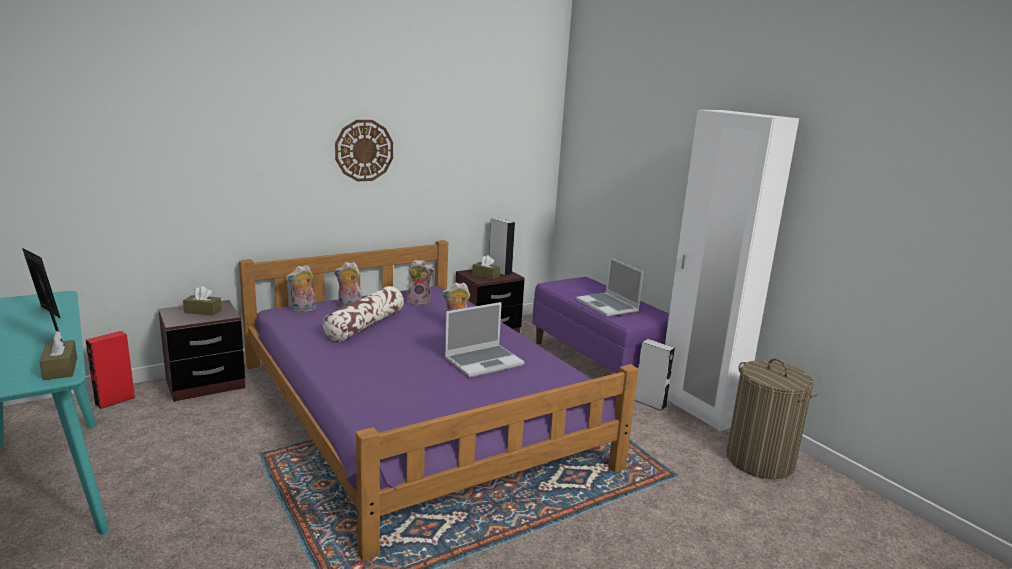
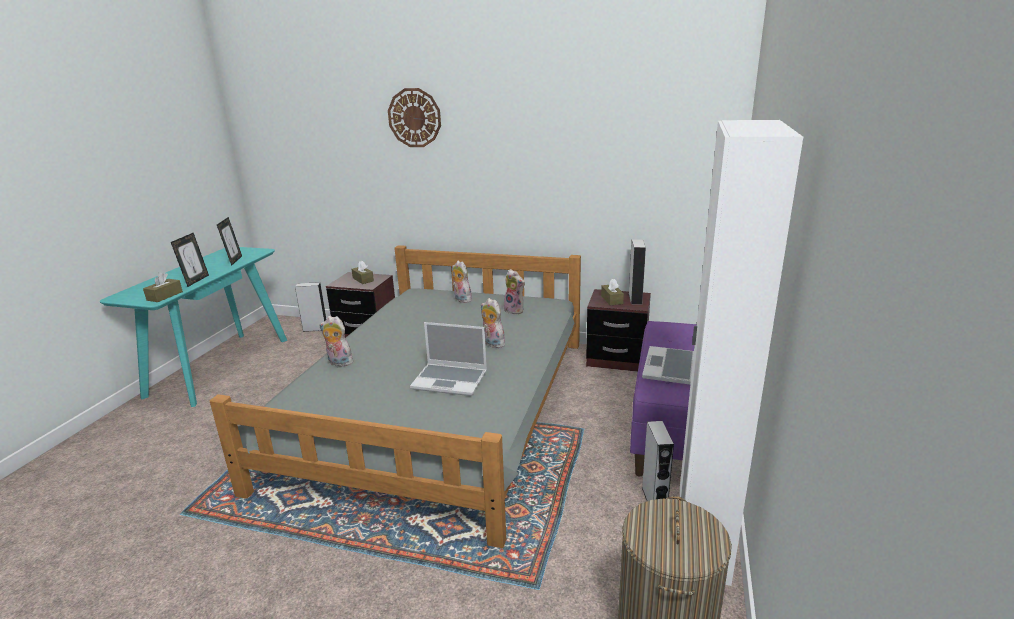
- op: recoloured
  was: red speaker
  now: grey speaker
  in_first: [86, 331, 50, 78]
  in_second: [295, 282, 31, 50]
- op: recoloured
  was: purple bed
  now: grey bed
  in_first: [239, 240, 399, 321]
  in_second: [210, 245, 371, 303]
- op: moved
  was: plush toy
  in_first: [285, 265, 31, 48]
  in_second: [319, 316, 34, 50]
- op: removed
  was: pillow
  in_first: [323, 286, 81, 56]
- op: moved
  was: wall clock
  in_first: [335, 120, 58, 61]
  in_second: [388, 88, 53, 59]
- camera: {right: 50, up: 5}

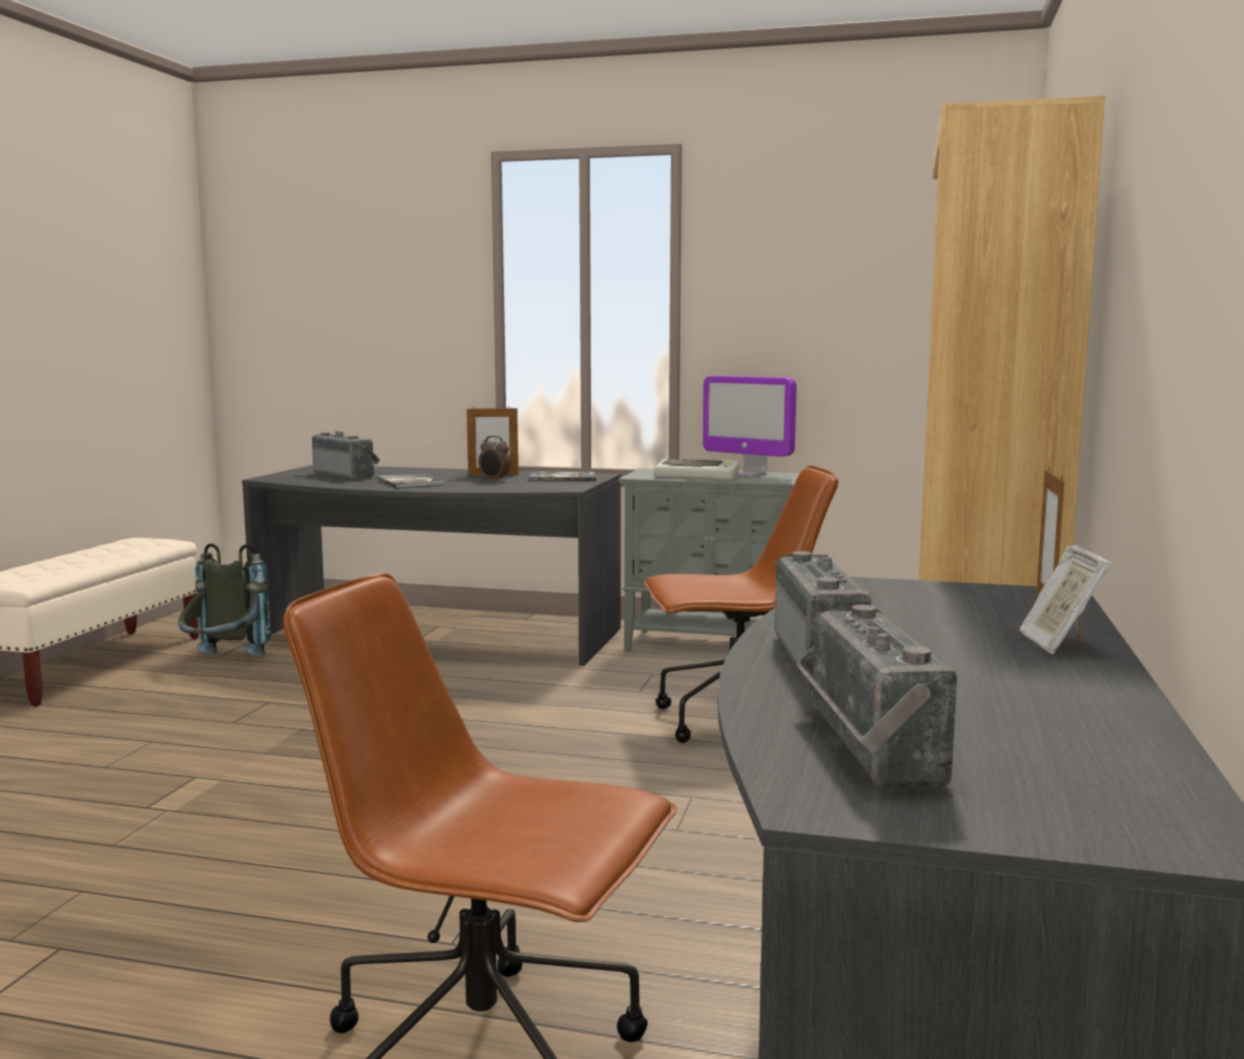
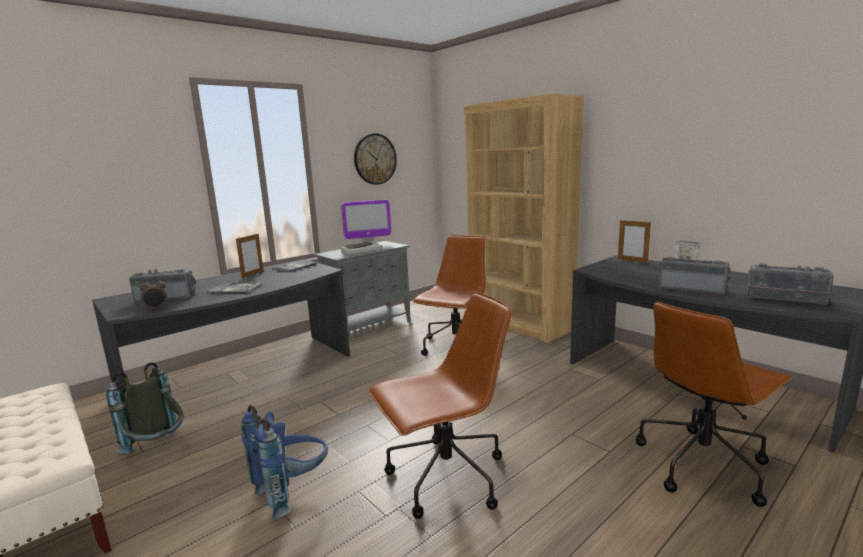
- op: moved
  was: alarm clock
  in_first: [478, 436, 33, 46]
  in_second: [139, 278, 28, 33]
- op: added
  now: blue backpack
  in_second: [241, 405, 87, 114]
- op: added
  now: wall clock
  in_second: [354, 133, 43, 52]
- op: added
  now: brown office chair
  in_second: [368, 293, 144, 226]
- camera: {right: -55, up: 5}

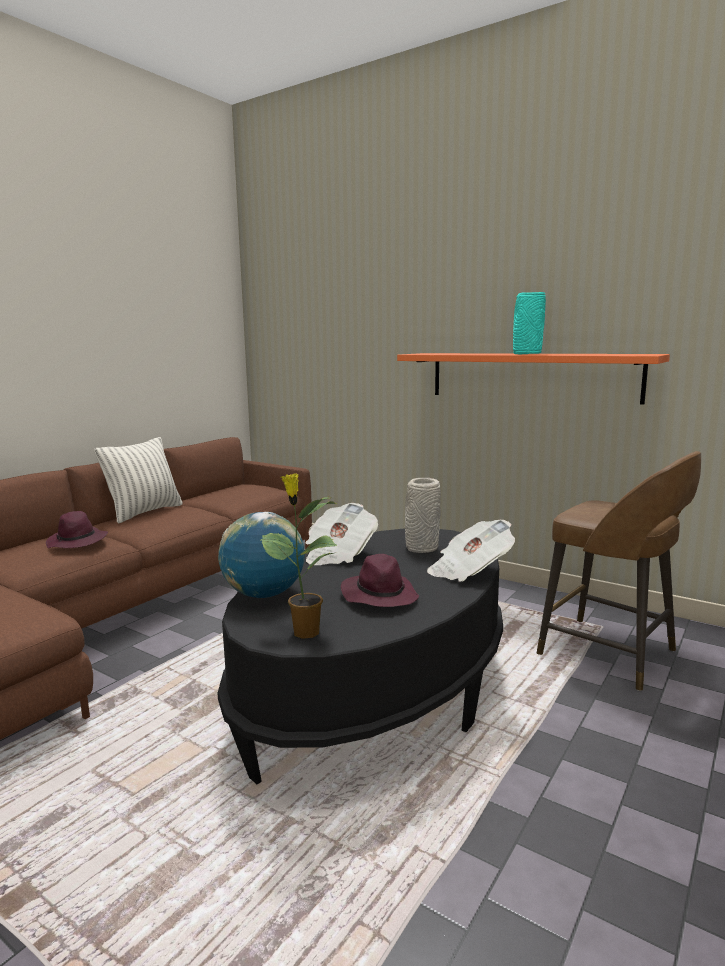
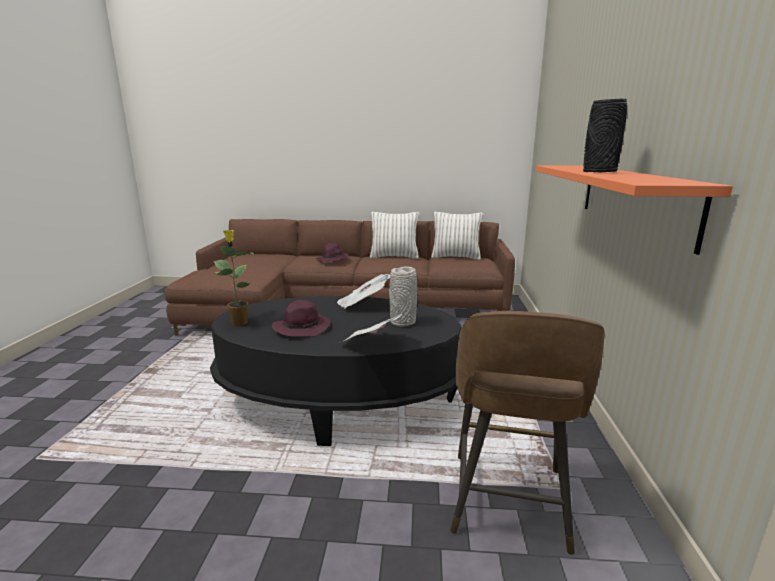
- op: removed
  was: globe
  in_first: [218, 512, 87, 86]
- op: recoloured
  was: turquoise vase
  now: black vase
  in_first: [513, 292, 33, 62]
  in_second: [583, 99, 44, 73]
- op: added
  now: pillow
  in_second: [431, 212, 52, 48]
- camera: {right: 60, up: 5}

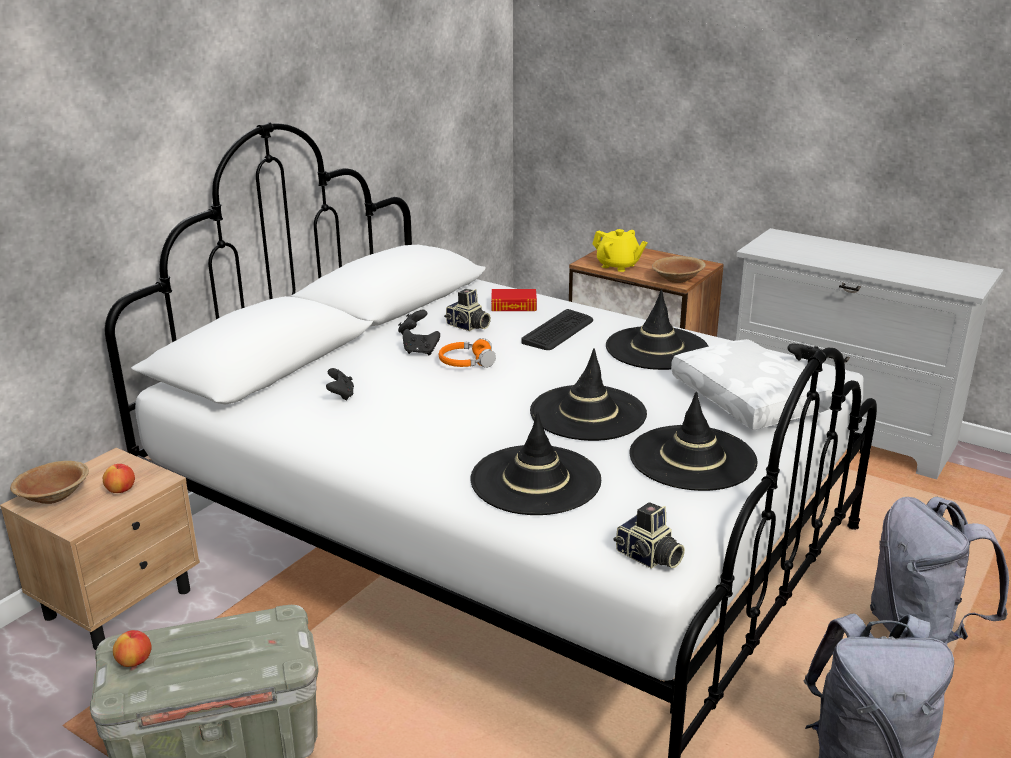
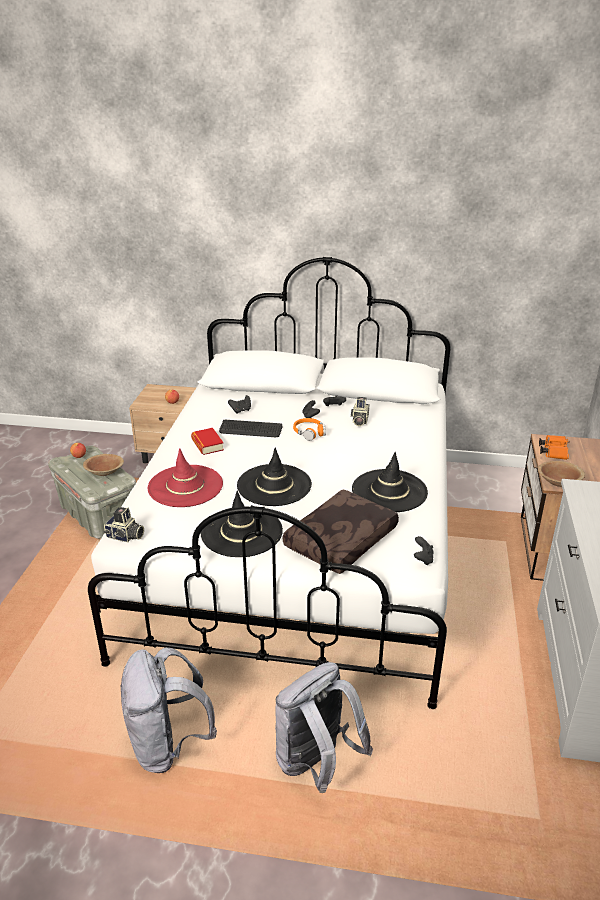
- op: moved
  was: brown bowl
  in_first: [10, 461, 79, 43]
  in_second: [83, 454, 41, 22]
- op: recoloured
  was: black hat
  now: red hat
  in_first: [471, 412, 130, 103]
  in_second: [148, 448, 75, 59]
- op: moved
  was: book
  in_first: [491, 289, 46, 22]
  in_second: [191, 428, 33, 27]
- op: moved
  was: keyboard
  in_first: [521, 309, 72, 41]
  in_second: [219, 420, 63, 17]
- op: replaced
  was: yellow teapot
  now: orange binoculars
  in_first: [592, 229, 56, 43]
  in_second: [539, 435, 31, 25]
- op: turned
  was: photo camera
  in_first: [614, 502, 71, 66]
  in_second: [103, 507, 41, 35]
  clockwise: -90
- op: recoloured
  was: white pillow
  now: brown pillow
  in_first: [671, 339, 163, 91]
  in_second: [283, 489, 116, 85]
- camera: {right: 65, up: 5}

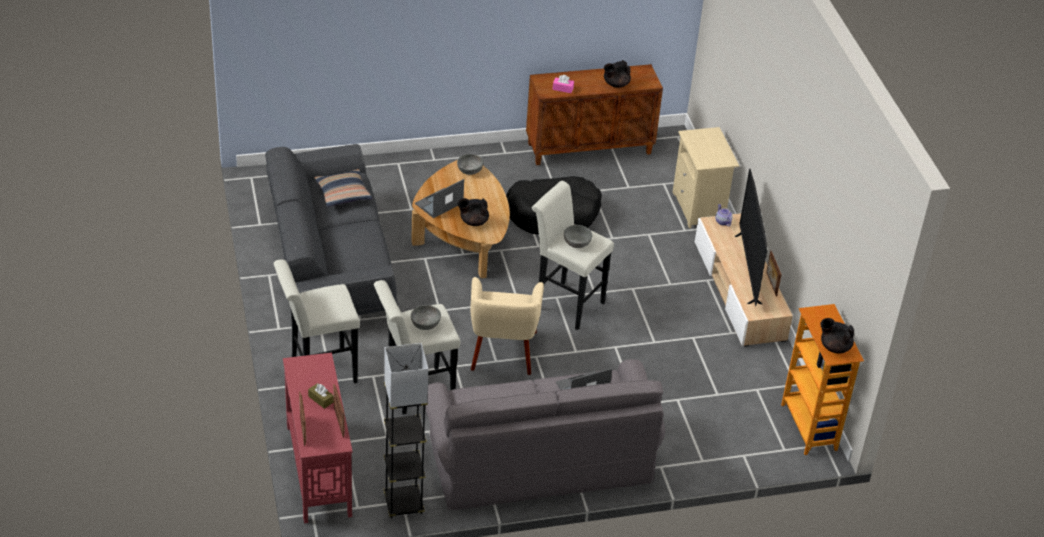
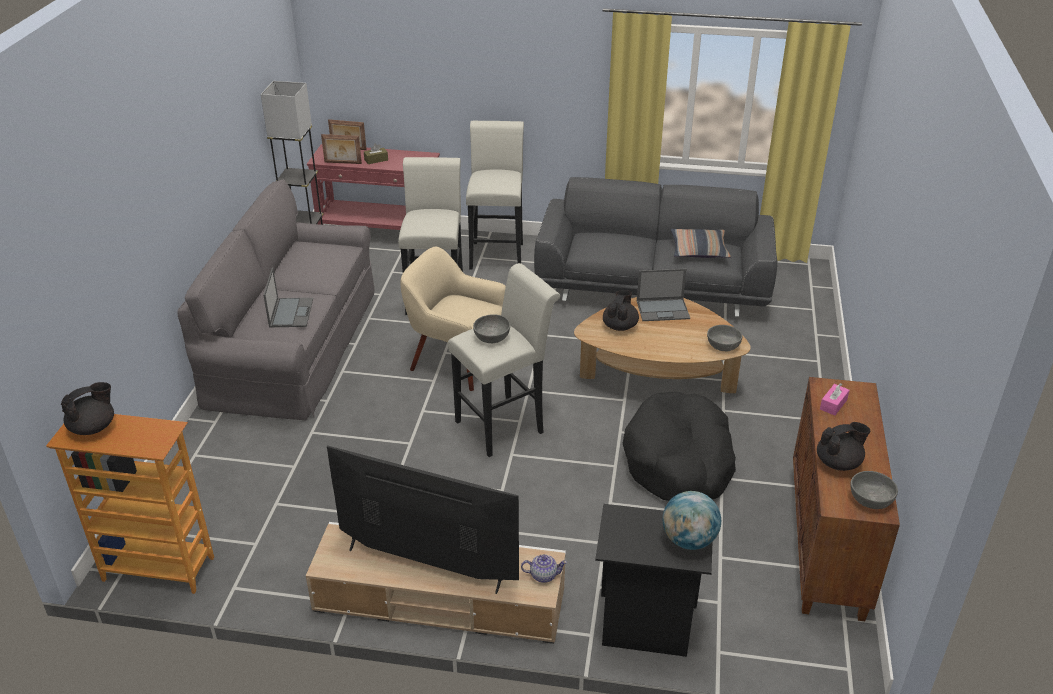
- op: moved
  was: grey bowl
  in_first: [411, 305, 30, 25]
  in_second: [851, 471, 47, 38]
- op: turned
  was: laptop
  in_first: [415, 179, 49, 39]
  in_second: [637, 268, 53, 53]
  clockwise: 105
- op: turned
  was: black teapot
  in_first: [604, 60, 27, 28]
  in_second: [817, 422, 53, 49]
  clockwise: 75
- op: recoloured
  was: beige nightstand
  now: black nightstand
  in_first: [673, 127, 66, 101]
  in_second: [595, 504, 117, 153]
- op: removed
  was: picture frame
  in_first: [766, 251, 16, 46]
- op: added
  now: globe
  in_second: [663, 491, 58, 59]
- camera: {right: 115, up: -5}

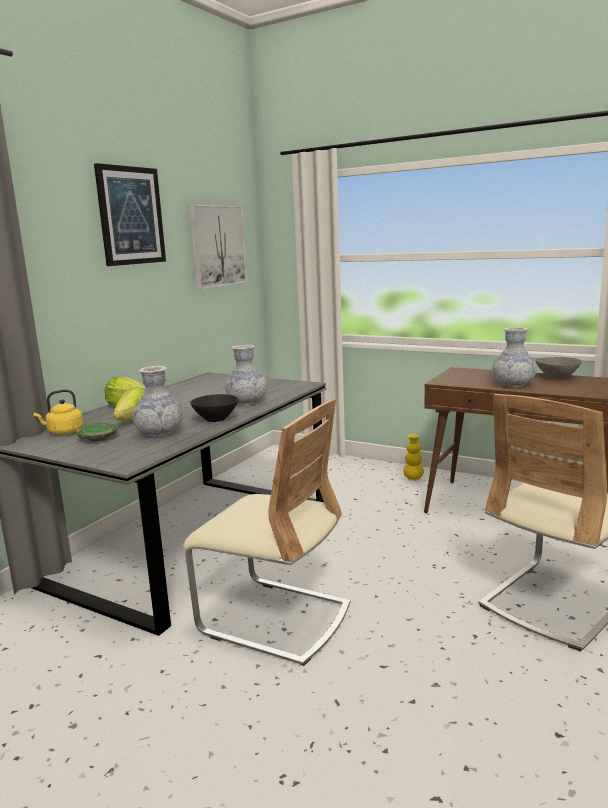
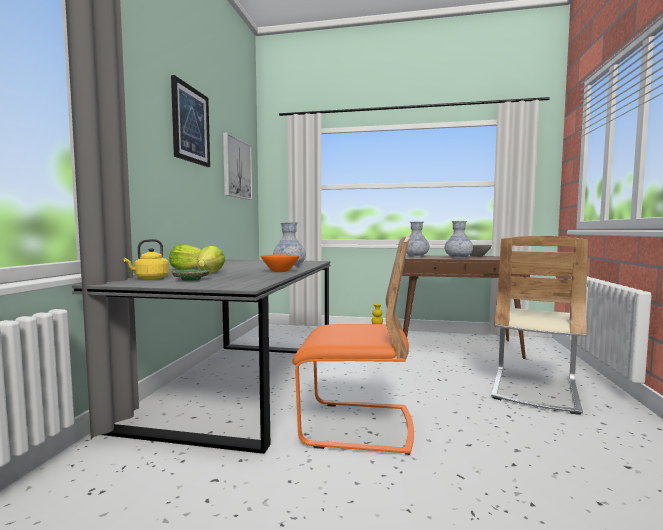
- op: moved
  was: vase
  in_first: [133, 366, 50, 71]
  in_second: [406, 221, 23, 36]
- op: recoloured
  was: beige chair
  now: orange chair
  in_first: [184, 399, 166, 267]
  in_second: [292, 236, 122, 219]
- op: recoloured
  was: black bowl
  now: orange bowl
  in_first: [190, 394, 49, 28]
  in_second: [261, 254, 38, 18]
- camera: {right: -20, up: -10}

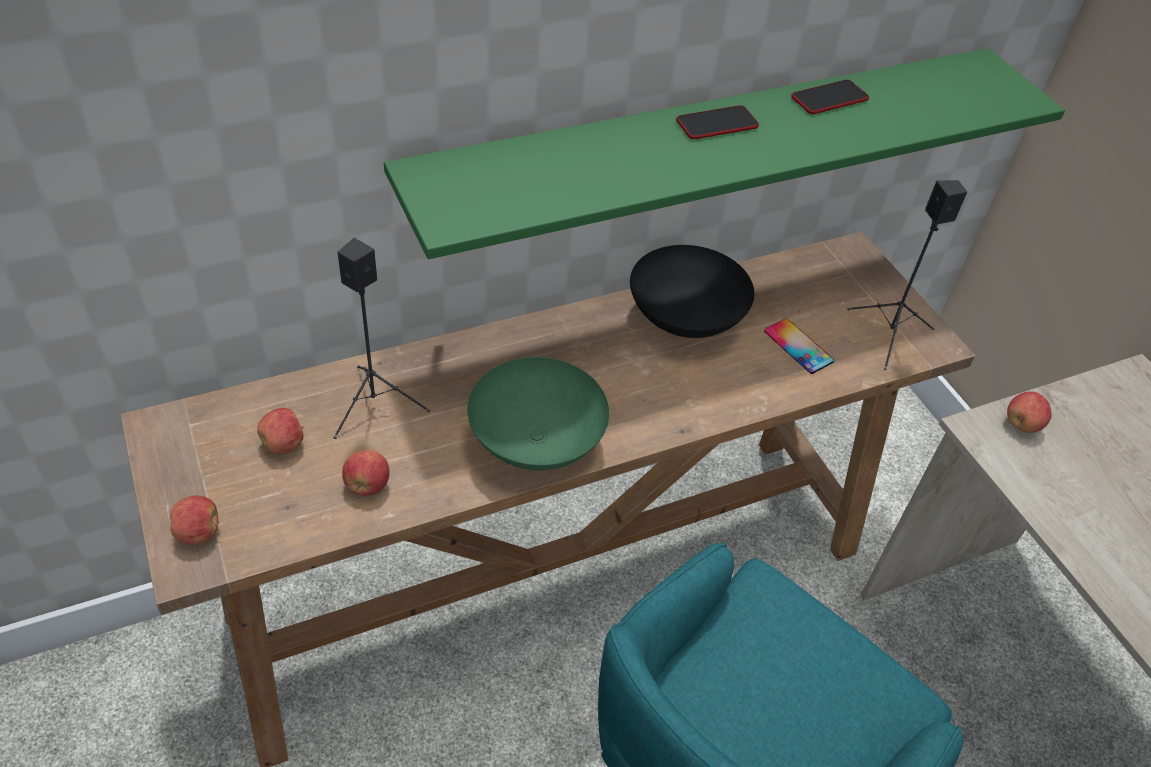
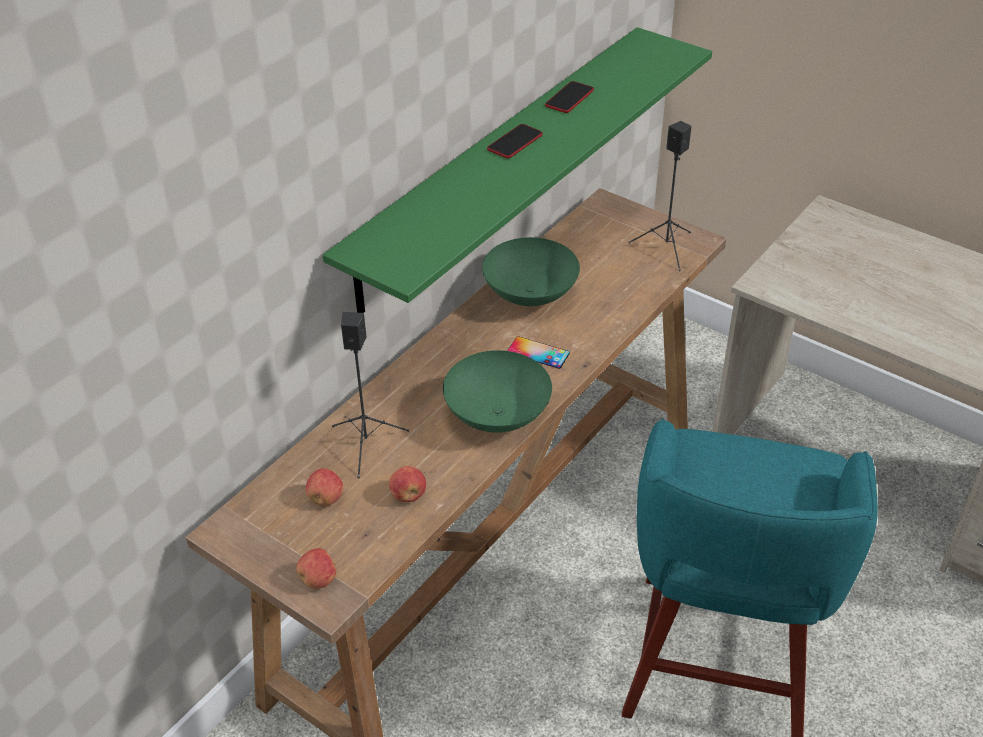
- op: recoloured
  was: black bowl
  now: green bowl
  in_first: [630, 245, 124, 93]
  in_second: [482, 237, 98, 69]
- op: moved
  was: phone
  in_first: [764, 318, 70, 56]
  in_second: [507, 336, 63, 33]
- op: removed
  was: apple
  in_first: [1007, 391, 45, 42]
- camera: {right: -25, up: -5}

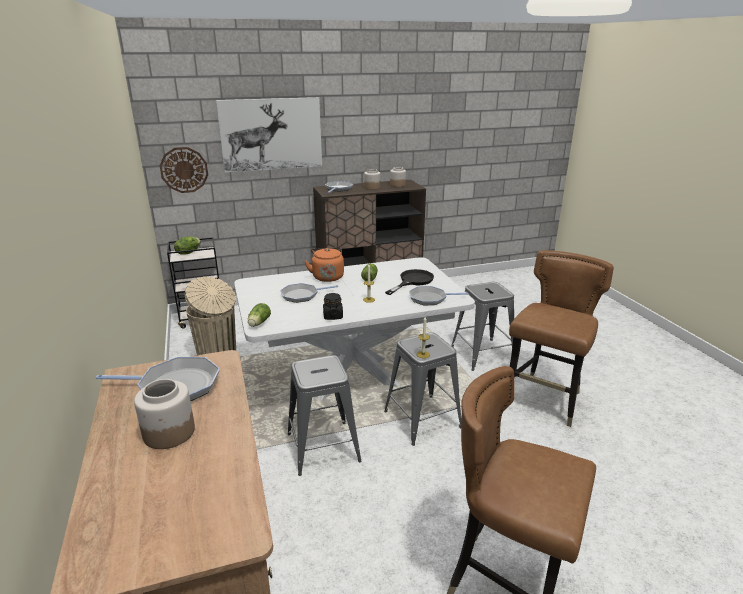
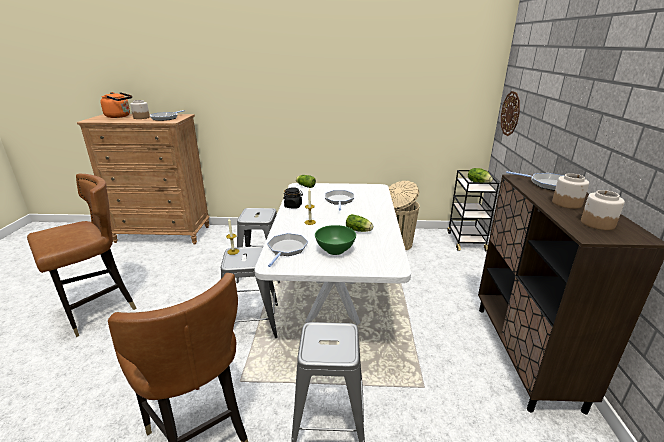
- op: removed
  was: picture
  in_first: [216, 97, 106, 76]
- op: moved
  was: orange kettle
  in_first: [305, 247, 39, 35]
  in_second: [100, 92, 32, 26]
- op: replaced
  was: black frying pan
  now: green bowl
  in_first: [385, 269, 49, 26]
  in_second: [315, 225, 41, 30]
- camera: {right: 110, up: 0}

